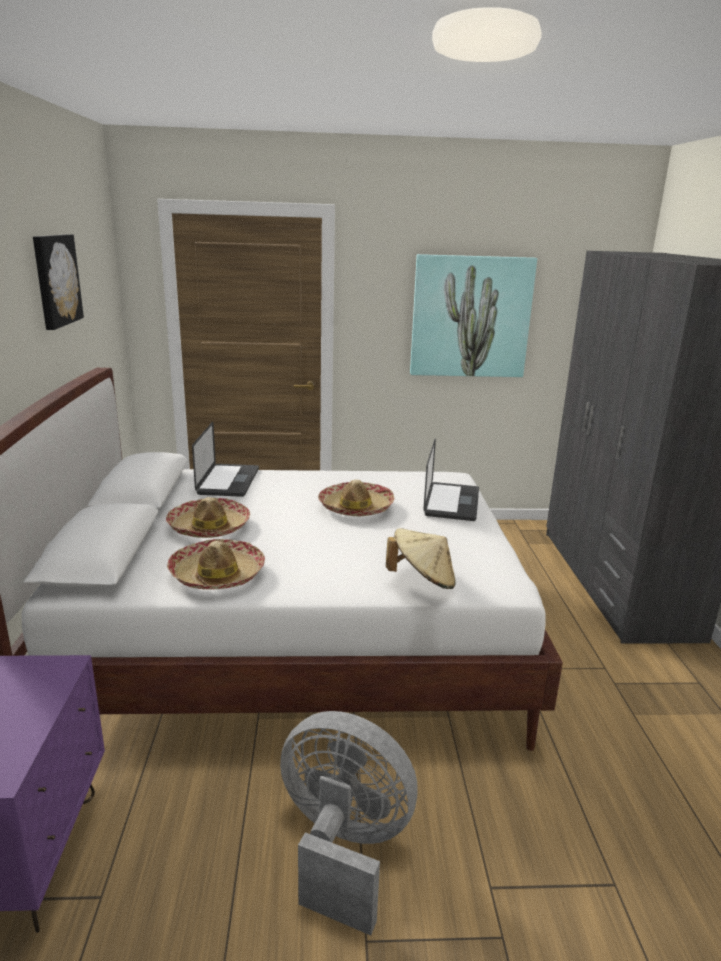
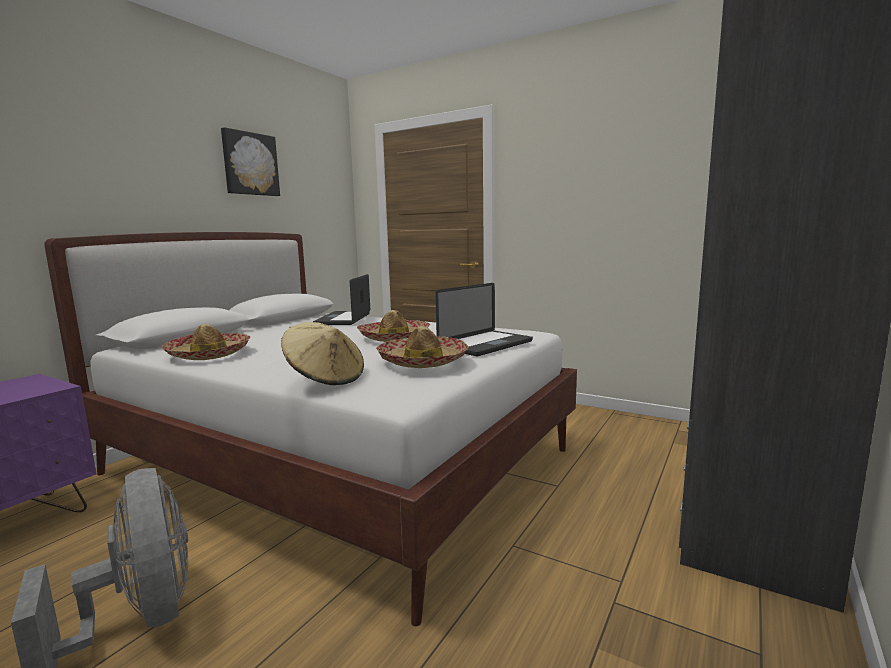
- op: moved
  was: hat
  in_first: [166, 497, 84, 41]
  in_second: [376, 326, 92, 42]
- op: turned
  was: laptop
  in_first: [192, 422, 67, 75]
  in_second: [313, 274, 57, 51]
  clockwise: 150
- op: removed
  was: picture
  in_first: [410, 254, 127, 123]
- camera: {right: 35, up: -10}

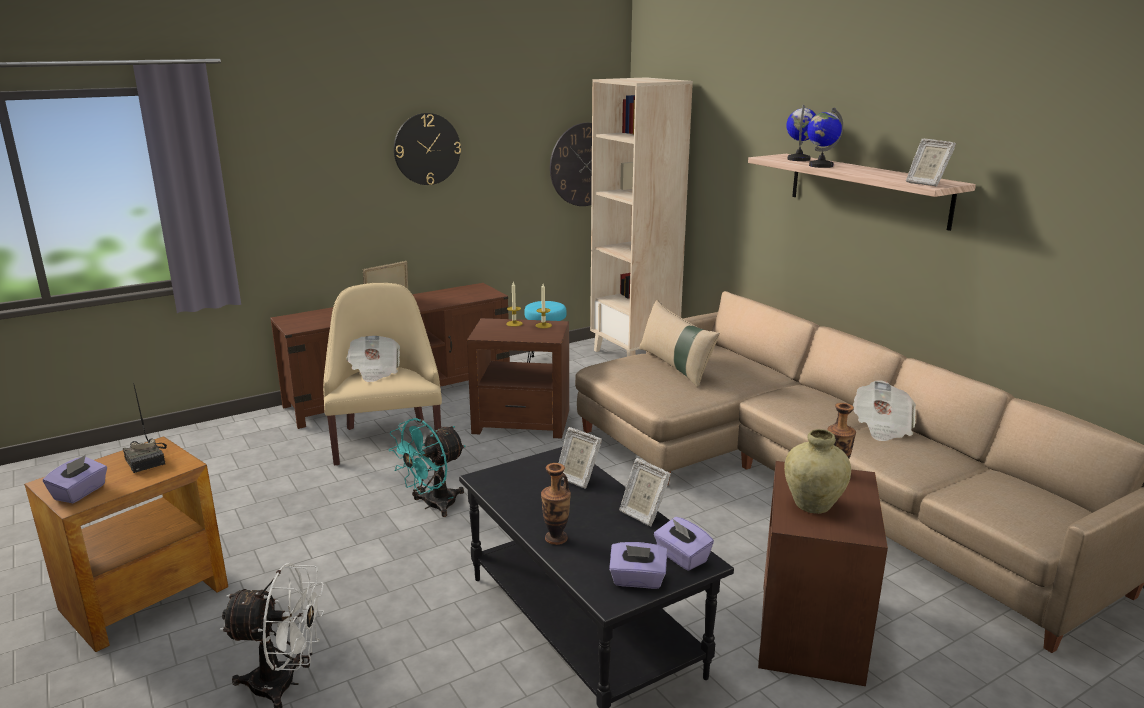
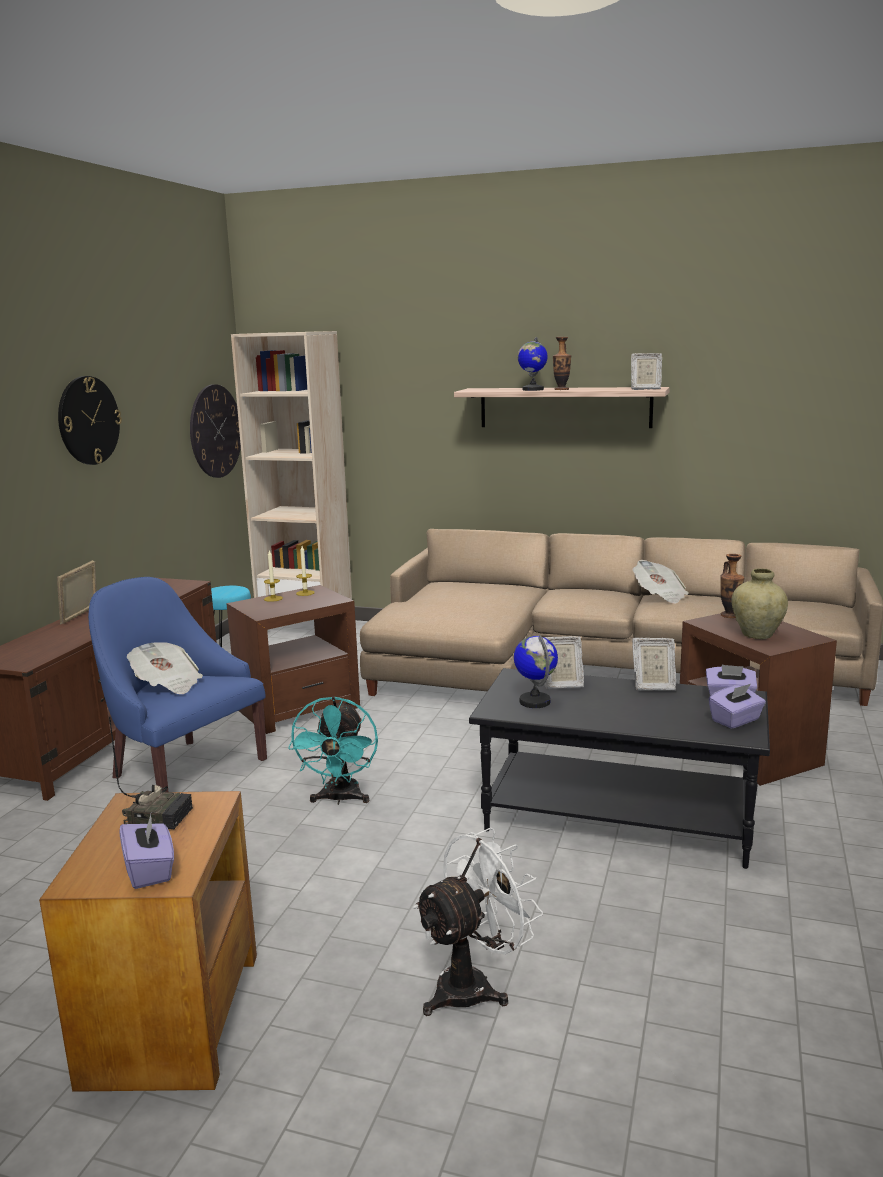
- op: recoloured
  was: beige armchair
  now: blue armchair
  in_first: [323, 283, 119, 183]
  in_second: [88, 577, 179, 215]
- op: moved
  was: vase
  in_first: [541, 463, 30, 82]
  in_second: [553, 337, 18, 53]
- op: removed
  was: beige pillow
  in_first: [639, 300, 81, 87]
- op: moved
  was: globe
  in_first: [786, 104, 31, 57]
  in_second: [514, 635, 44, 73]
- camera: {right: -40, up: -5}

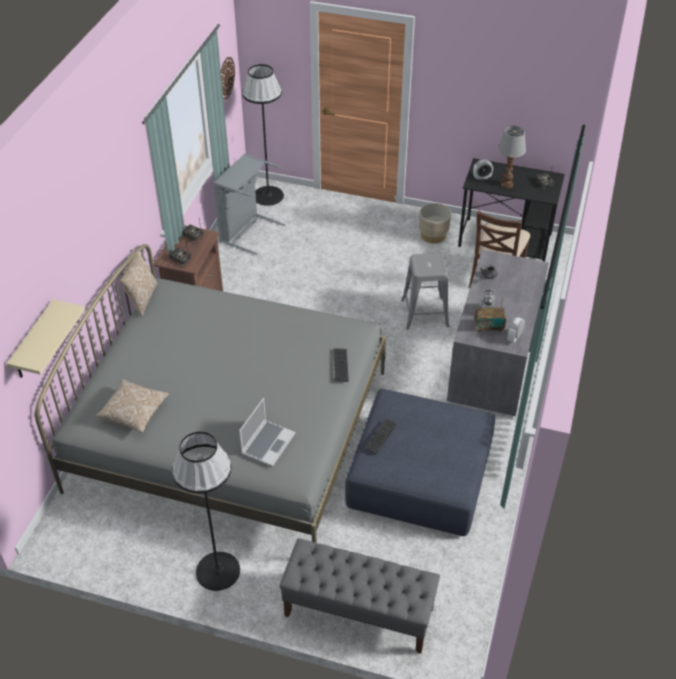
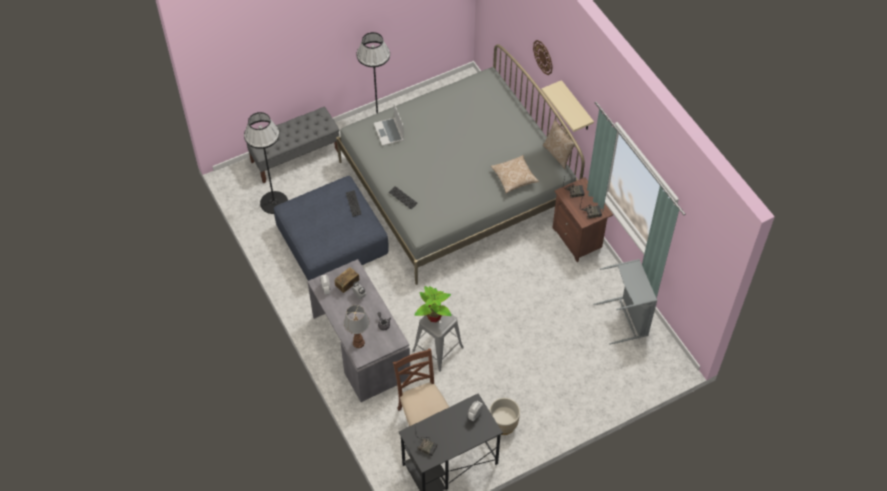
- op: moved
  was: beige shelf
  in_first: [6, 300, 79, 78]
  in_second: [542, 80, 52, 52]
- op: moved
  was: pillow
  in_first: [96, 379, 73, 54]
  in_second: [491, 155, 48, 39]
- op: moved
  was: wall clock
  in_first: [221, 57, 14, 43]
  in_second: [533, 40, 20, 35]
- op: moved
  was: black floor lamp
  in_first: [242, 64, 42, 142]
  in_second: [244, 112, 44, 102]
- op: moved
  was: table lamp
  in_first: [498, 126, 28, 62]
  in_second: [344, 305, 26, 43]
- op: added
  now: potted plant
  in_second: [415, 286, 37, 36]
- camera: {right: 135, up: 10}

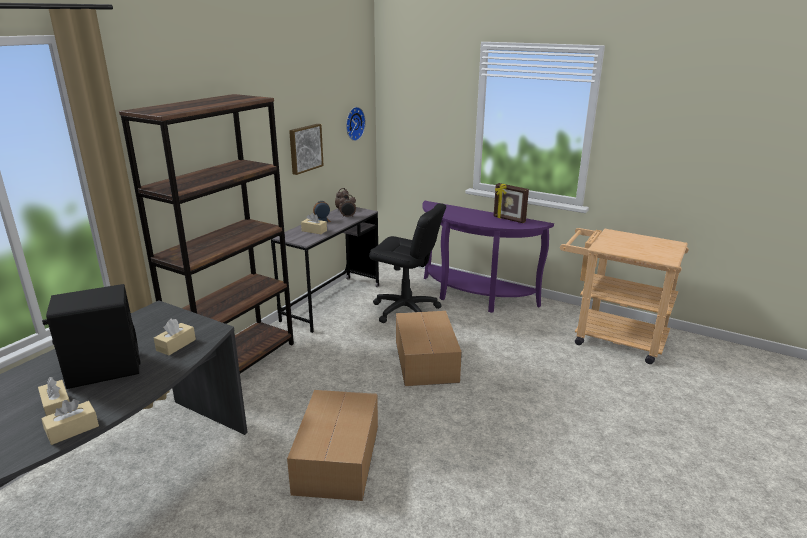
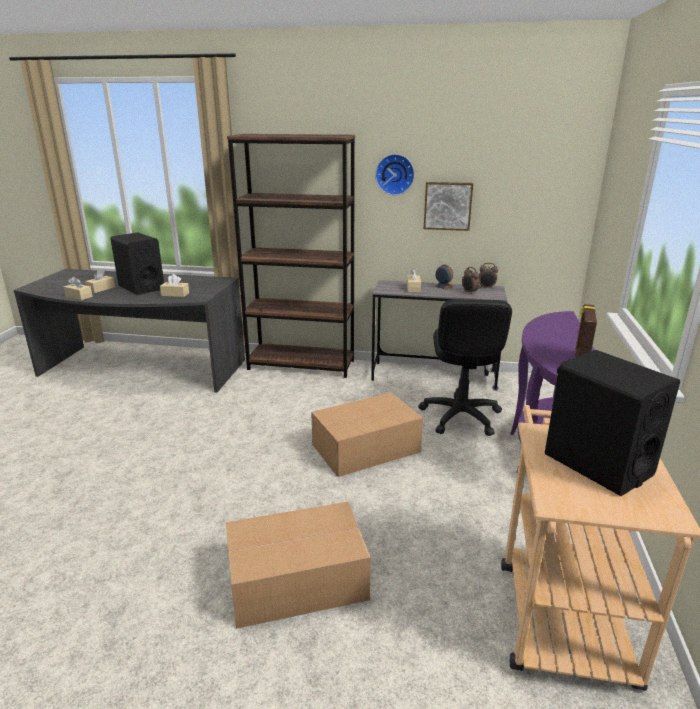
- op: moved
  was: cardboard box
  in_first: [287, 390, 91, 111]
  in_second: [226, 502, 145, 127]
- op: moved
  was: wall clock
  in_first: [346, 107, 20, 34]
  in_second: [375, 154, 40, 41]
- op: added
  now: black speaker
  in_second: [545, 350, 135, 146]
- camera: {right: 70, up: 0}

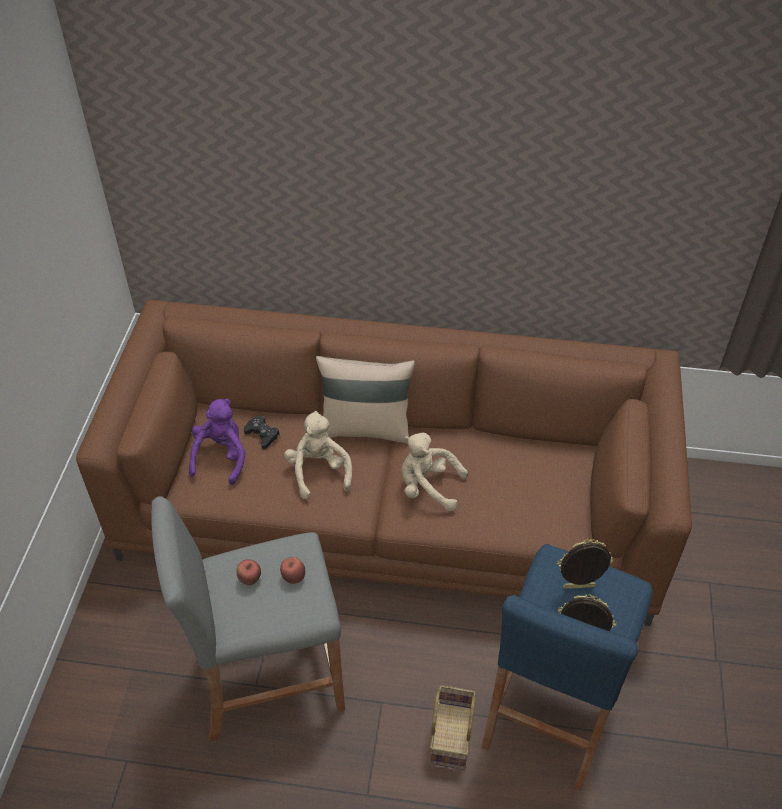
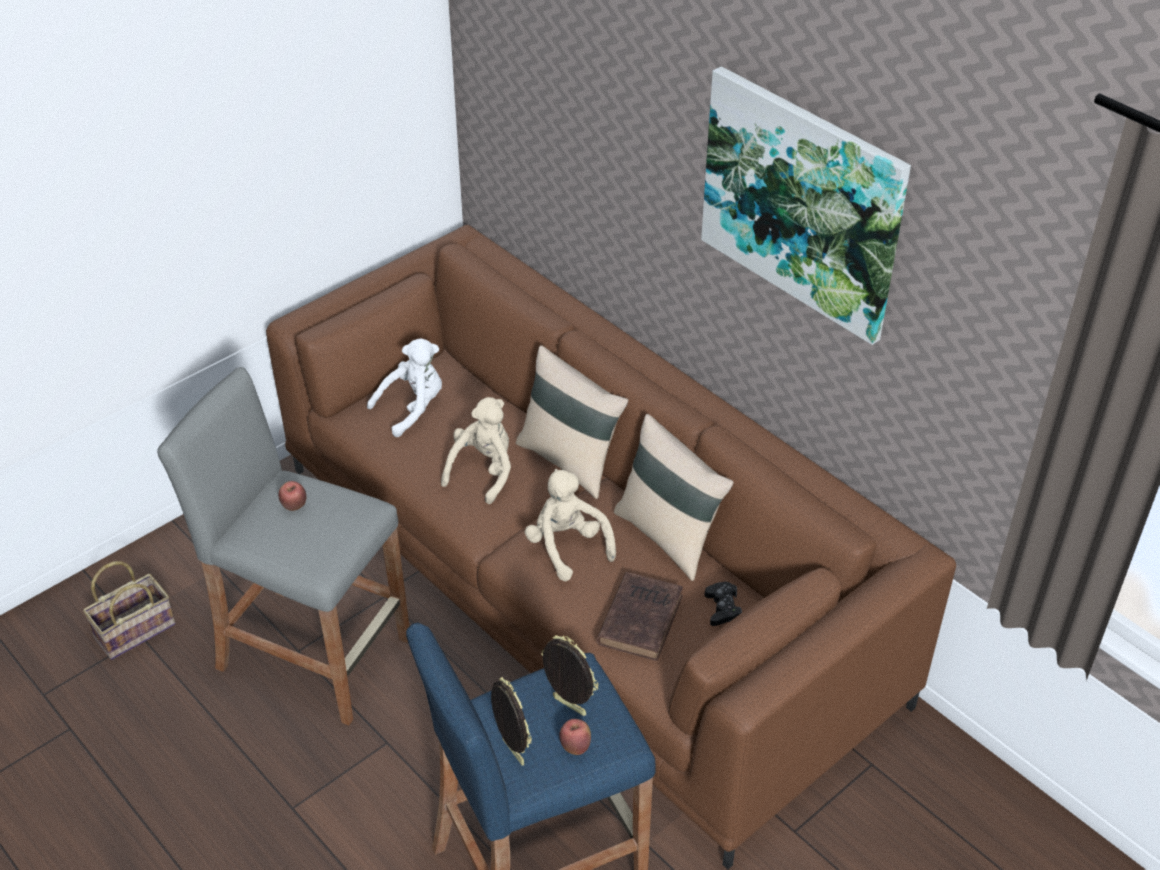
- op: recoloured
  was: purple plush toy
  now: white plush toy
  in_first: [189, 399, 57, 86]
  in_second: [367, 338, 75, 99]
- op: moved
  was: black game controller
  in_first: [244, 416, 36, 33]
  in_second: [705, 582, 37, 44]
- op: moved
  was: apple
  in_first: [280, 557, 25, 27]
  in_second: [559, 719, 32, 36]
- op: moved
  was: basket
  in_first: [430, 685, 46, 85]
  in_second: [83, 561, 92, 99]
- op: added
  now: brown book
  in_second: [597, 572, 86, 89]
- op: added
  now: beige pillow
  in_second: [614, 414, 120, 167]
- op: added
  now: picture
  in_second: [701, 66, 210, 279]
- camera: {right: 40, up: -5}

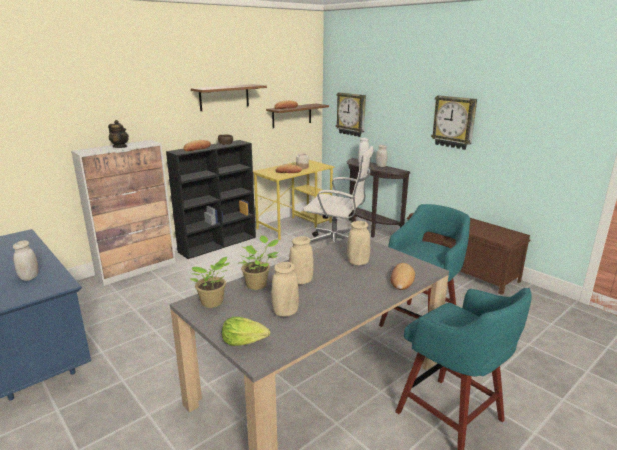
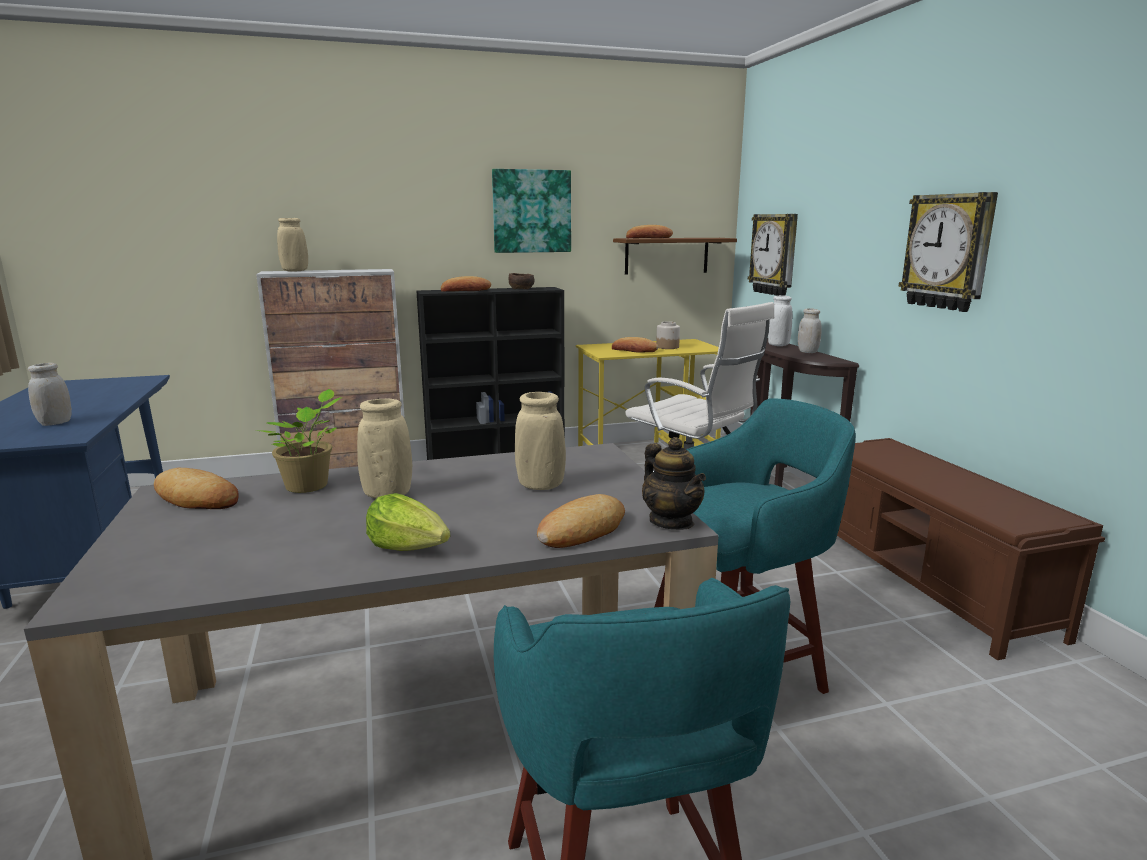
- op: moved
  was: teapot
  in_first: [108, 120, 21, 28]
  in_second: [642, 437, 64, 93]
- op: replaced
  was: potted plant
  now: bread
  in_first: [190, 257, 40, 51]
  in_second: [154, 468, 85, 41]
- op: replaced
  was: brown shelf
  now: picture
  in_first: [191, 84, 76, 27]
  in_second: [492, 169, 79, 84]
- op: moved
  was: lettuce
  in_first: [222, 316, 48, 30]
  in_second: [366, 493, 84, 58]
- op: moved
  was: beige vase
  in_first: [271, 262, 28, 55]
  in_second: [277, 218, 31, 54]
- camera: {right: 25, up: -5}

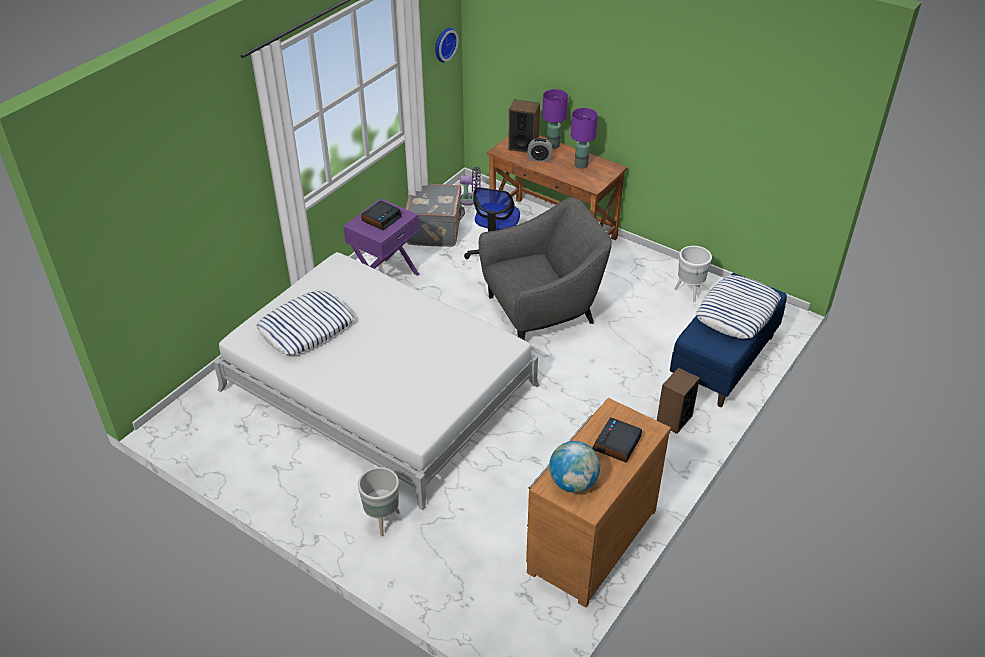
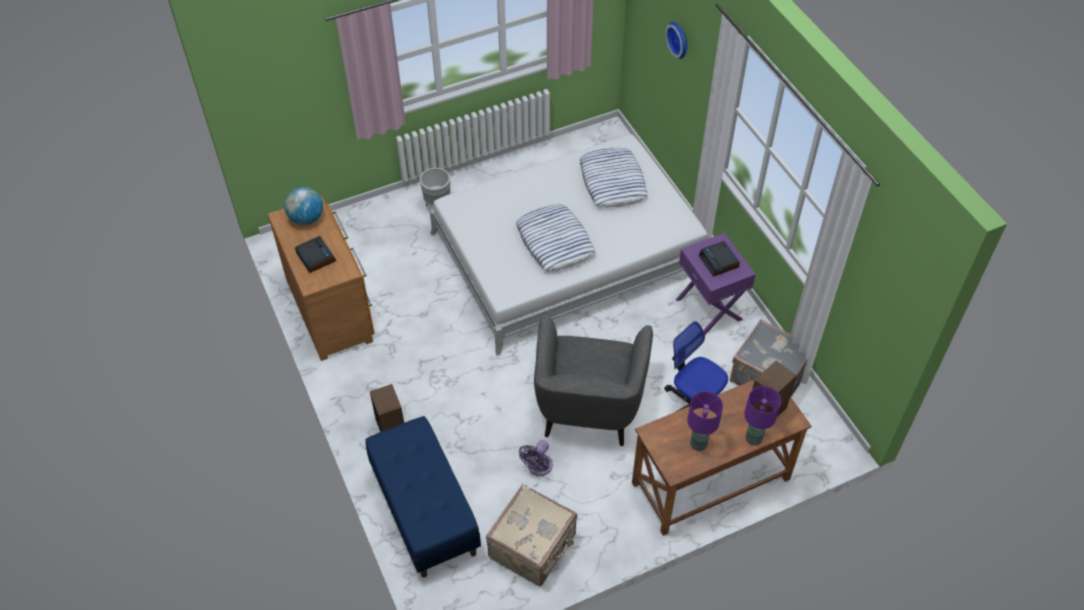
- op: moved
  was: wall clock
  in_first: [435, 28, 24, 34]
  in_second: [665, 22, 22, 37]
- op: moved
  was: purple fan
  in_first: [460, 167, 21, 39]
  in_second: [519, 440, 34, 36]
- op: removed
  was: alarm clock
  in_first: [527, 138, 26, 24]
- op: replaced
  was: white planter
  now: beige suitcase
  in_first: [674, 246, 38, 56]
  in_second: [486, 484, 91, 102]
- op: moved
  was: pillow
  in_first: [696, 275, 85, 64]
  in_second: [516, 204, 79, 67]
- camera: {right: 120, up: 10}

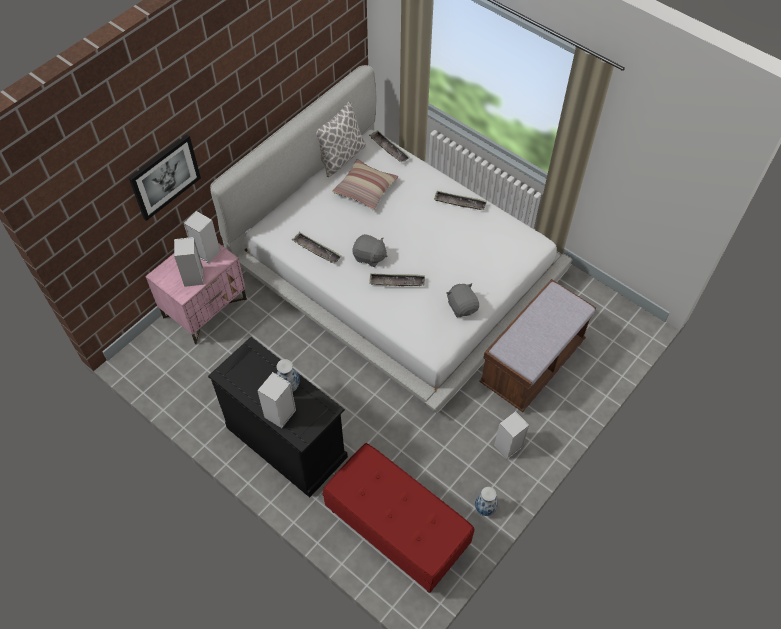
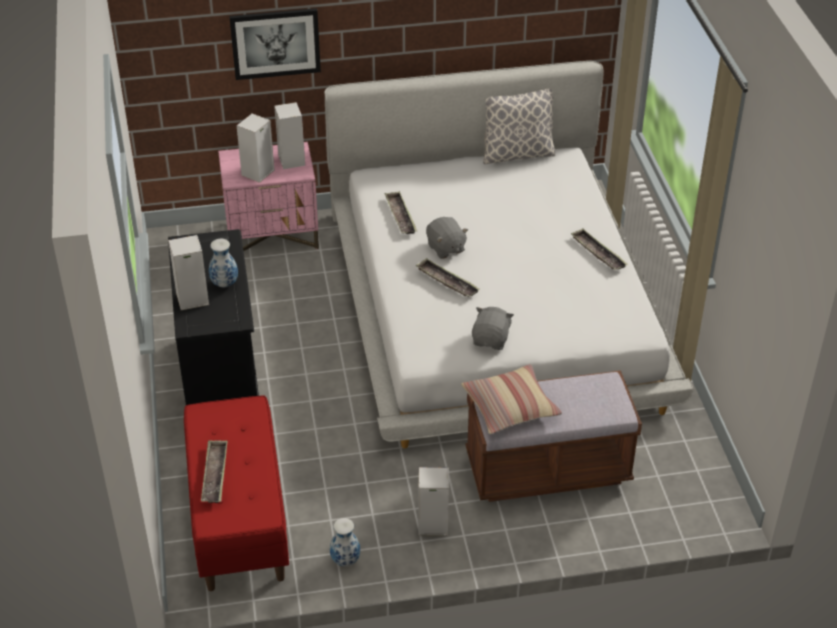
- op: moved
  was: pillow
  in_first: [332, 159, 66, 51]
  in_second: [461, 364, 101, 70]
- op: moved
  was: tray
  in_first: [369, 130, 41, 32]
  in_second: [201, 440, 26, 63]
- camera: {right: 40, up: -15}

